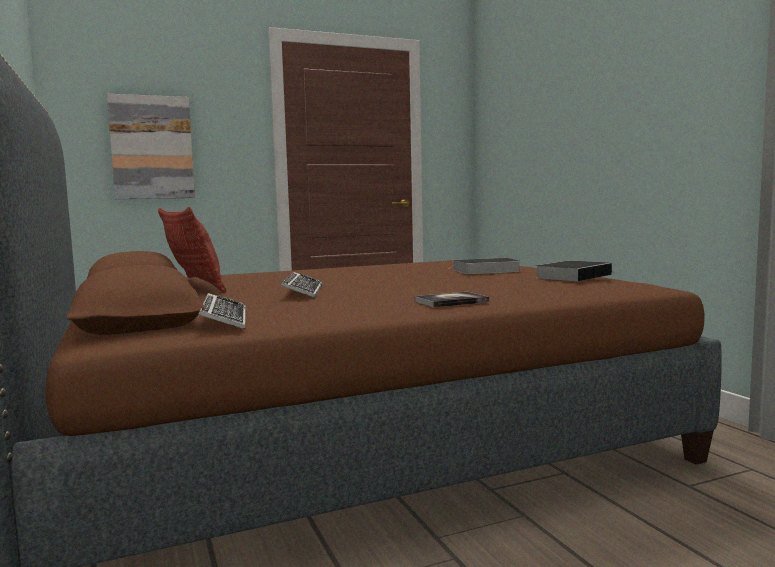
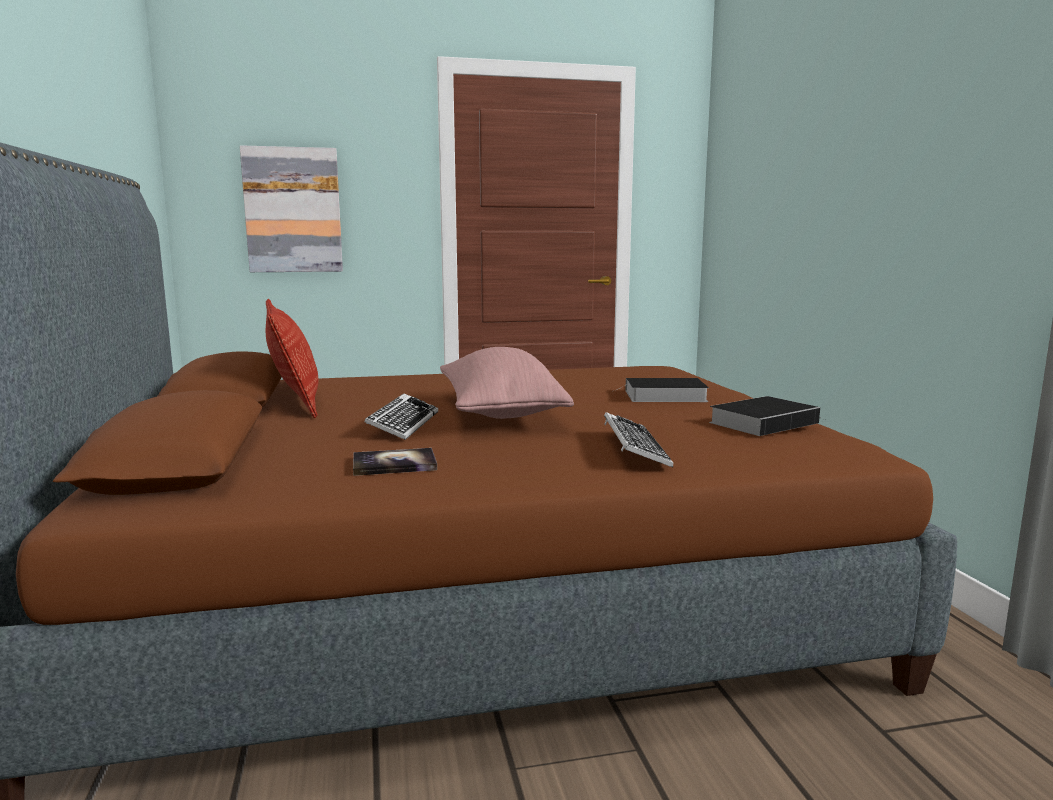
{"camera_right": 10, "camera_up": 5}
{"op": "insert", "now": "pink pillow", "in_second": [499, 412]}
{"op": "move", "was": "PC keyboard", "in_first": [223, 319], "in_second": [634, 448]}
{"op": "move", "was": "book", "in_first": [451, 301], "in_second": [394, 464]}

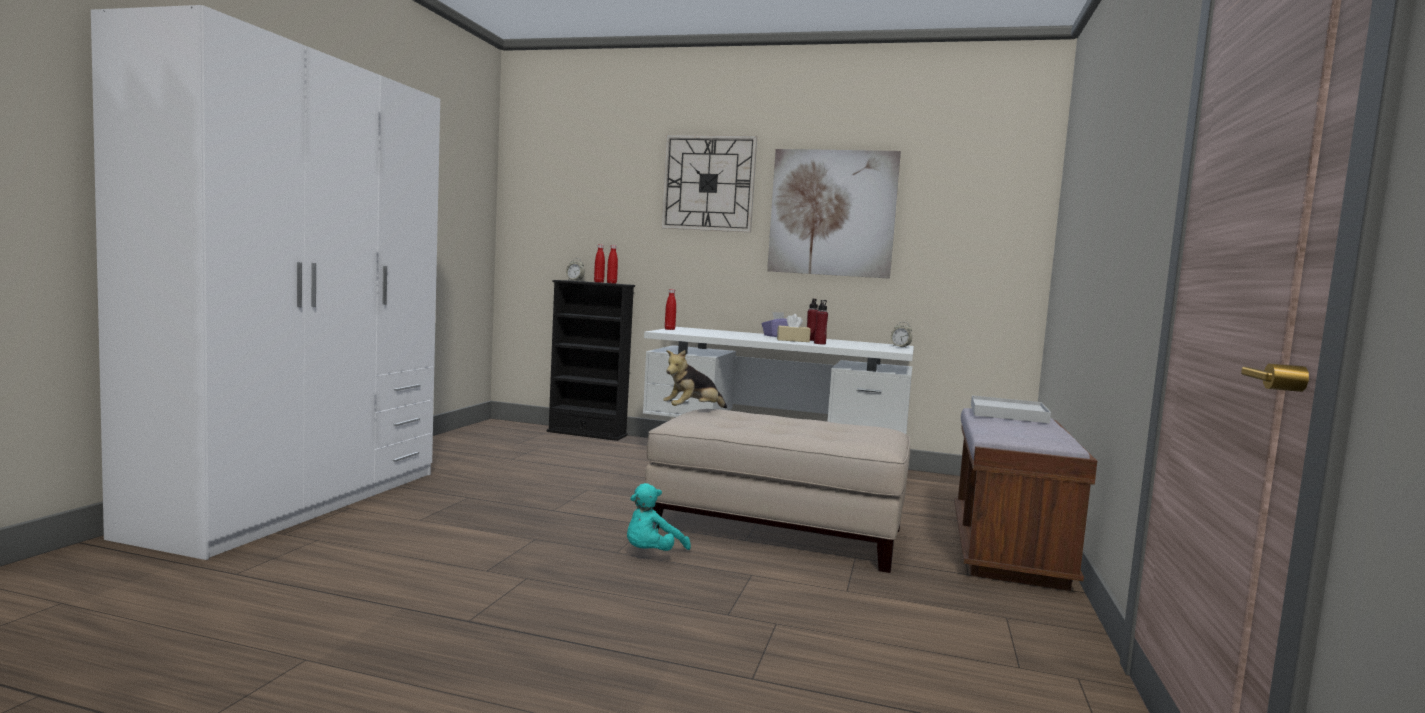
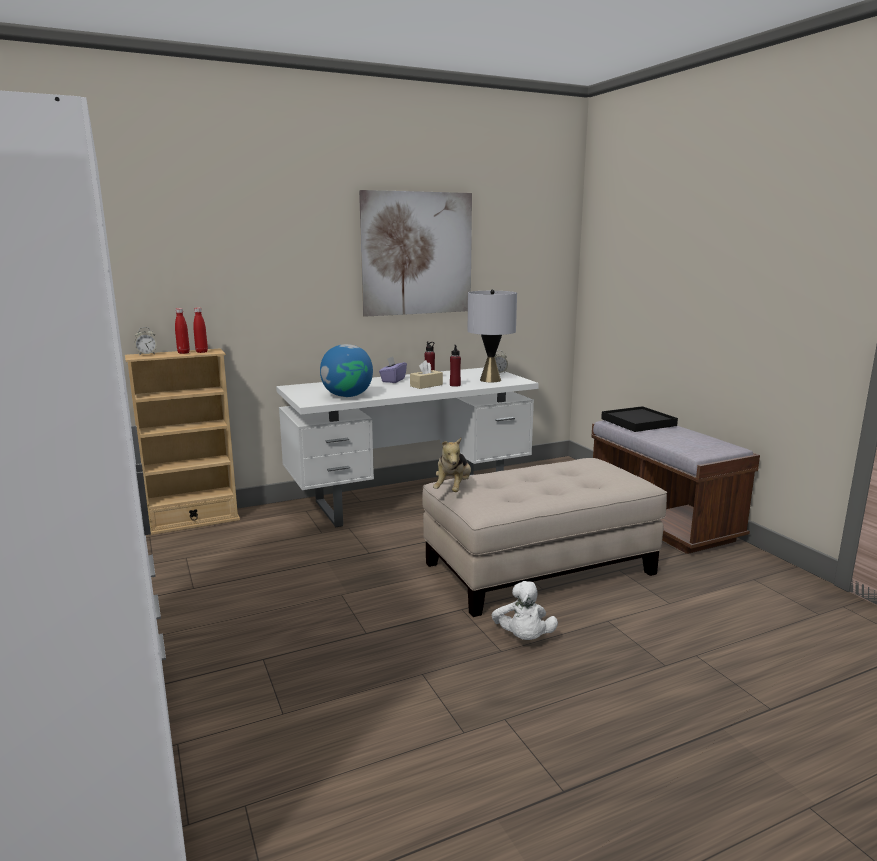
{"camera_right": -40, "camera_up": 10}
{"op": "delete", "was": "clock on the wall", "in_first": [708, 183]}
{"op": "delete", "was": "red beverage bottle", "in_first": [669, 329]}
{"op": "insert", "now": "globe", "in_second": [347, 396]}
{"op": "insert", "now": "grey tabletop lamp", "in_second": [490, 380]}
{"op": "recolor", "was": "blackish shelving unit", "now": "beige-coloured shelving unit", "in_first": [587, 433], "in_second": [193, 522]}
{"op": "recolor", "was": "turquoise soft toy", "now": "white soft toy", "in_first": [651, 554], "in_second": [523, 638]}
{"op": "recolor", "was": "white serving tray", "now": "blackish serving tray", "in_first": [1008, 414], "in_second": [638, 422]}

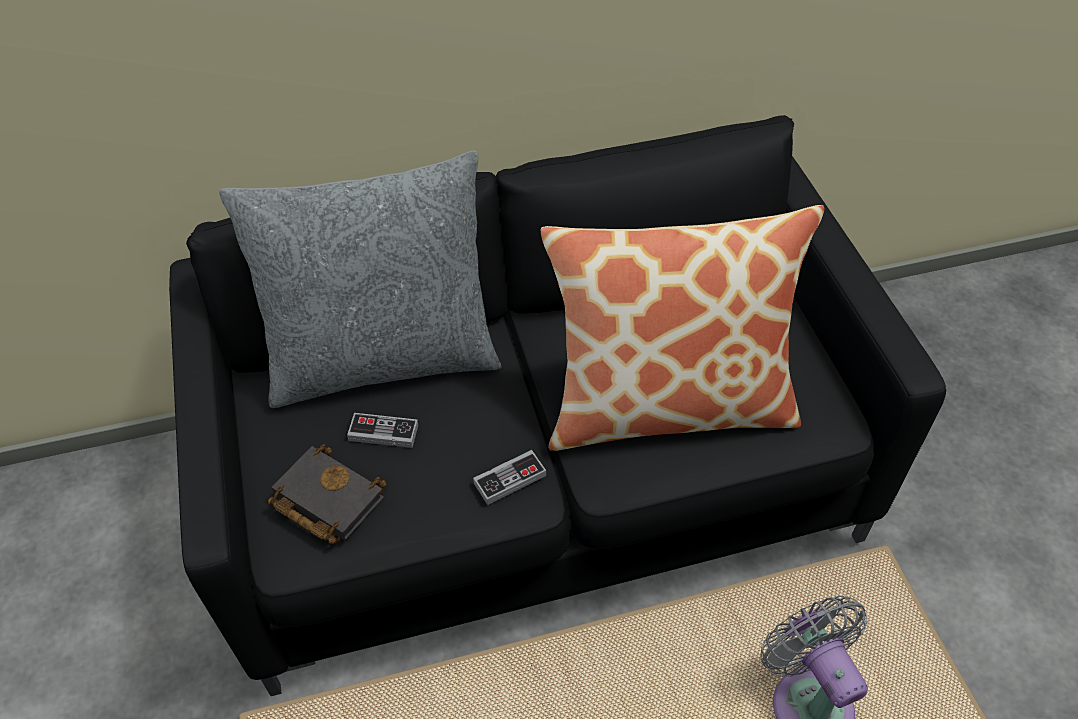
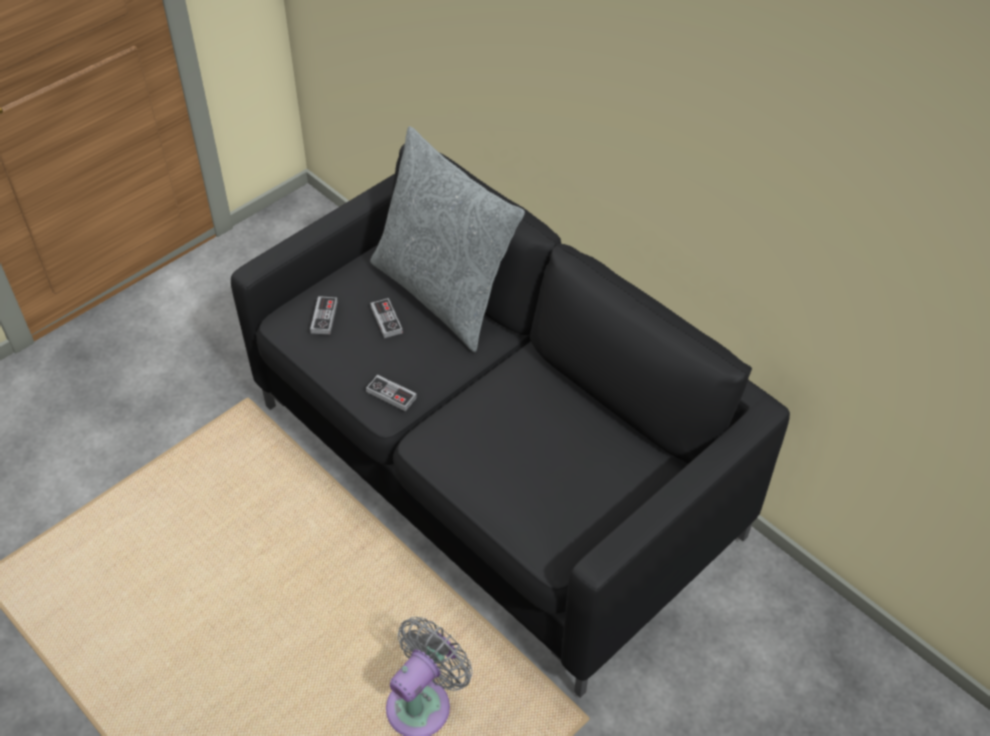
{"camera_right": 60, "camera_up": 0}
{"op": "delete", "was": "pillow", "in_first": [667, 405]}
{"op": "replace", "was": "blackish book", "now": "joypad", "in_first": [324, 500], "in_second": [324, 317]}

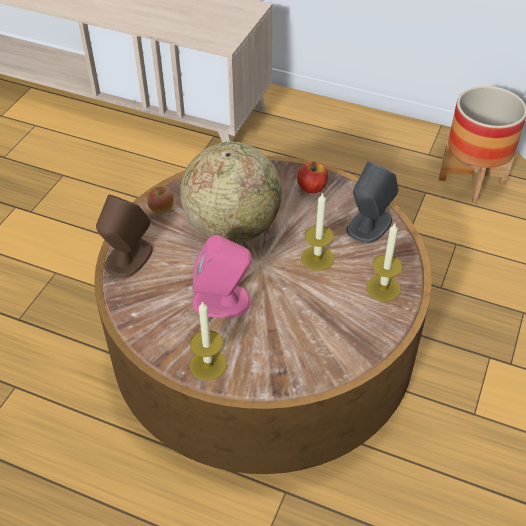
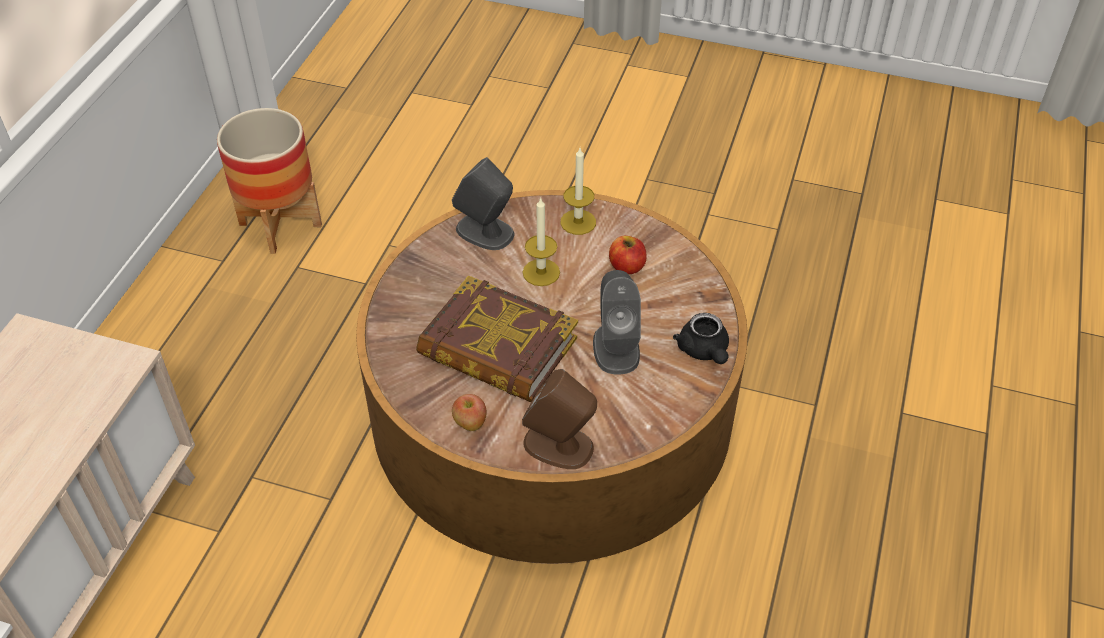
{"camera_right": -95, "camera_up": 0}
{"op": "move", "was": "apple", "in_first": [312, 187], "in_second": [627, 266]}
{"op": "replace", "was": "globe", "now": "book", "in_first": [233, 227], "in_second": [497, 348]}
{"op": "replace", "was": "wax candle", "now": "blackish teapot", "in_first": [208, 364], "in_second": [704, 351]}
{"op": "recolor", "was": "pink audio speaker", "now": "grey audio speaker", "in_first": [222, 301], "in_second": [616, 348]}

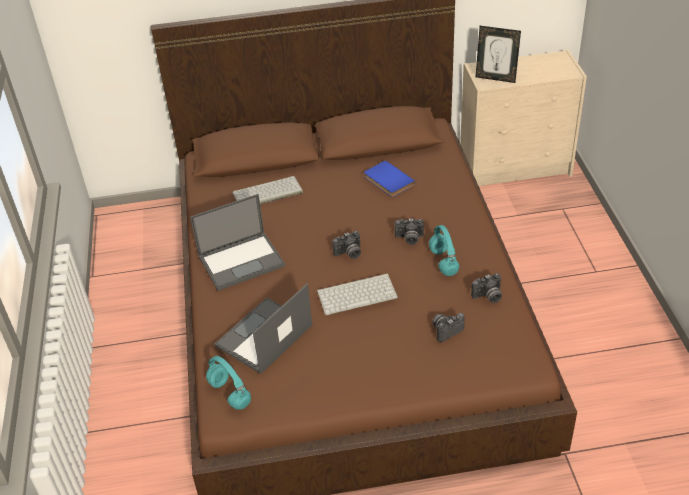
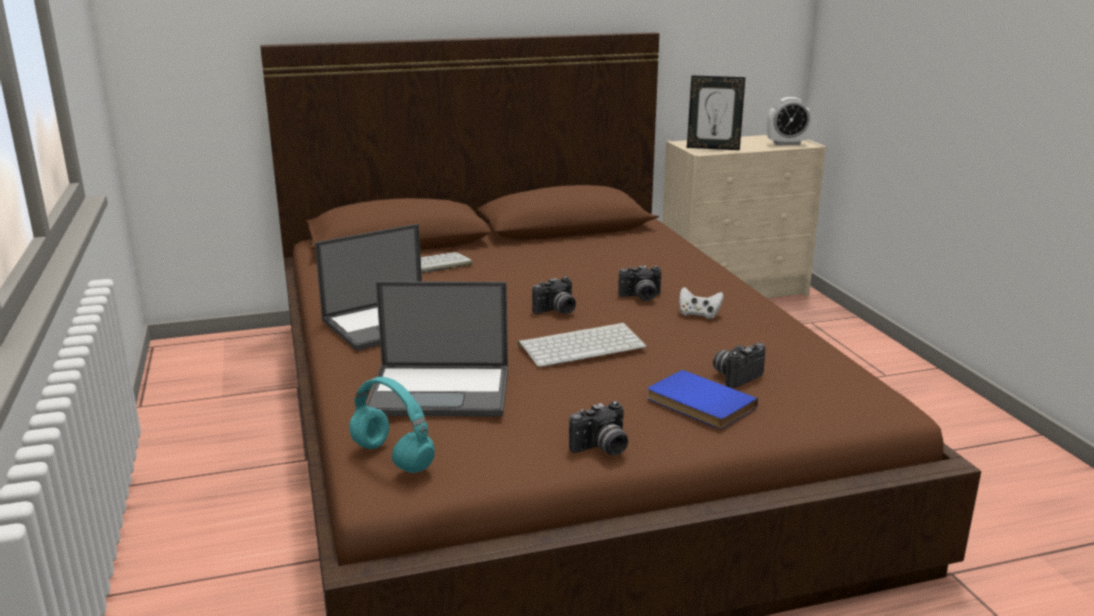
{"camera_right": -10, "camera_up": -20}
{"op": "insert", "now": "alarm clock", "in_second": [786, 143]}
{"op": "move", "was": "blue-coloured book", "in_first": [387, 181], "in_second": [698, 404]}
{"op": "move", "was": "photo camera", "in_first": [488, 297], "in_second": [602, 449]}
{"op": "replace", "was": "turquoise pair of headphones", "now": "white joypad", "in_first": [442, 261], "in_second": [699, 315]}
{"op": "rotate", "was": "portable computer", "in_first": [263, 336], "in_second": [442, 391], "clockwise": -120}

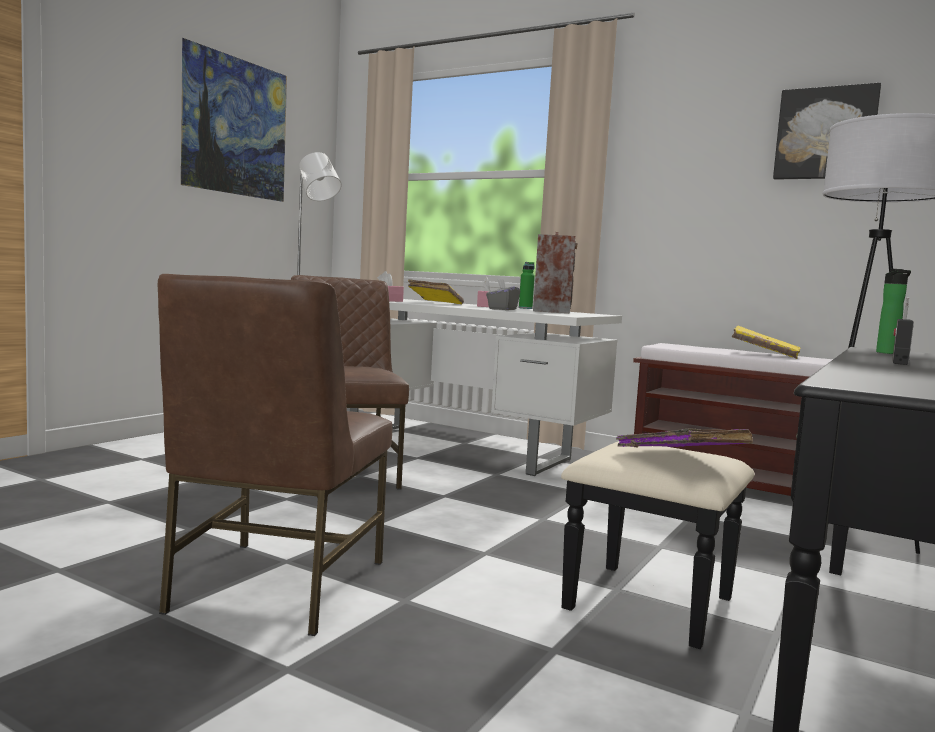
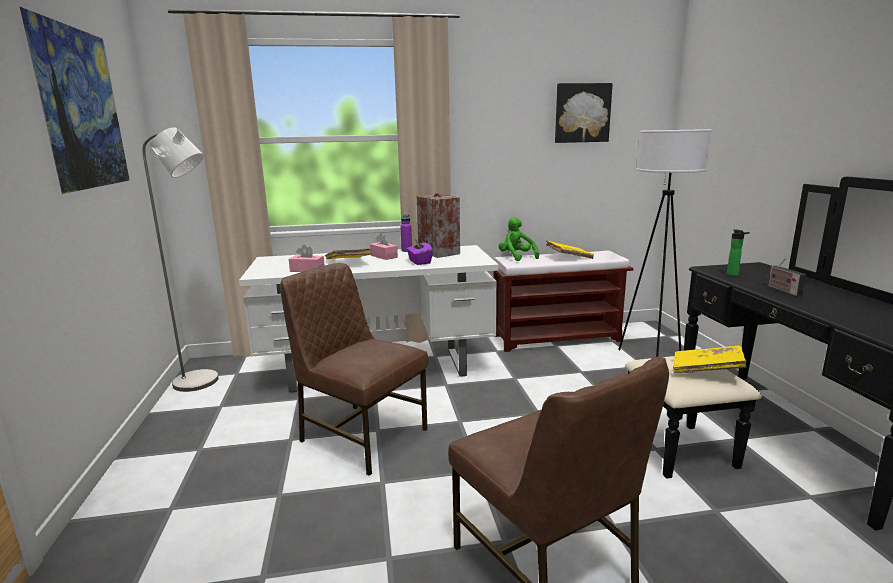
{"camera_right": -40, "camera_up": 10}
{"op": "insert", "now": "greenish soft toy", "in_second": [516, 257]}
{"op": "recolor", "was": "grey tissue holder", "now": "purple-coloured tissue holder", "in_first": [502, 309], "in_second": [419, 262]}
{"op": "recolor", "was": "greenish beverage bottle", "now": "purple-coloured beverage bottle", "in_first": [525, 308], "in_second": [406, 250]}
{"op": "recolor", "was": "purple-coloured book", "now": "yellowish book", "in_first": [680, 460], "in_second": [706, 370]}

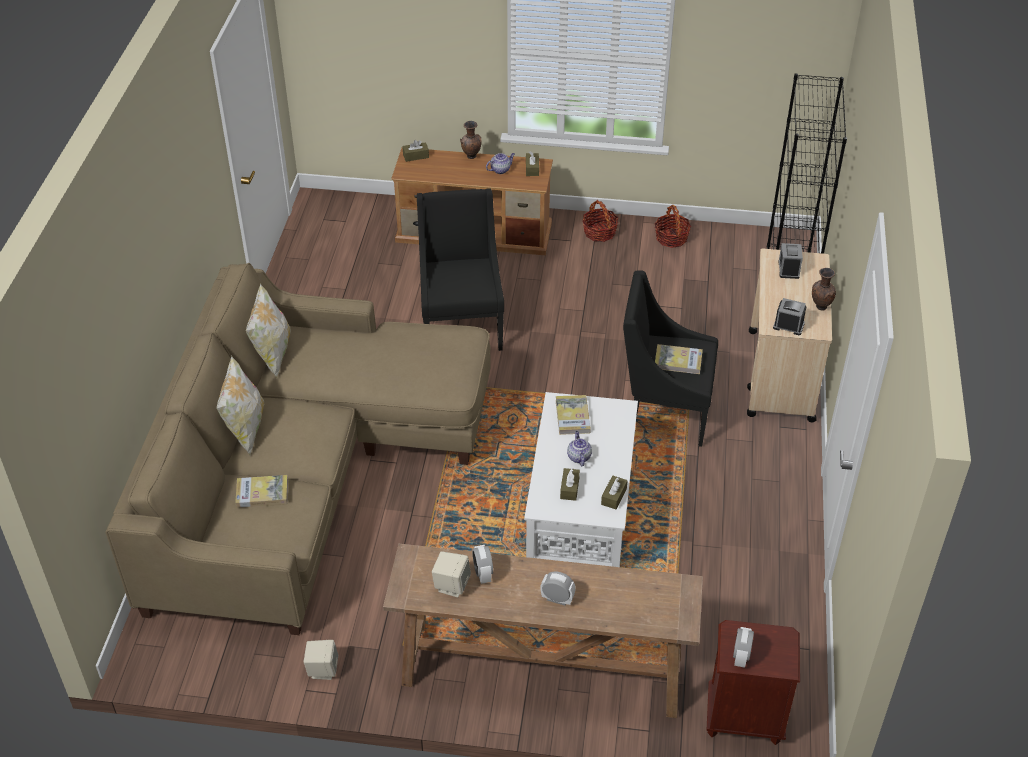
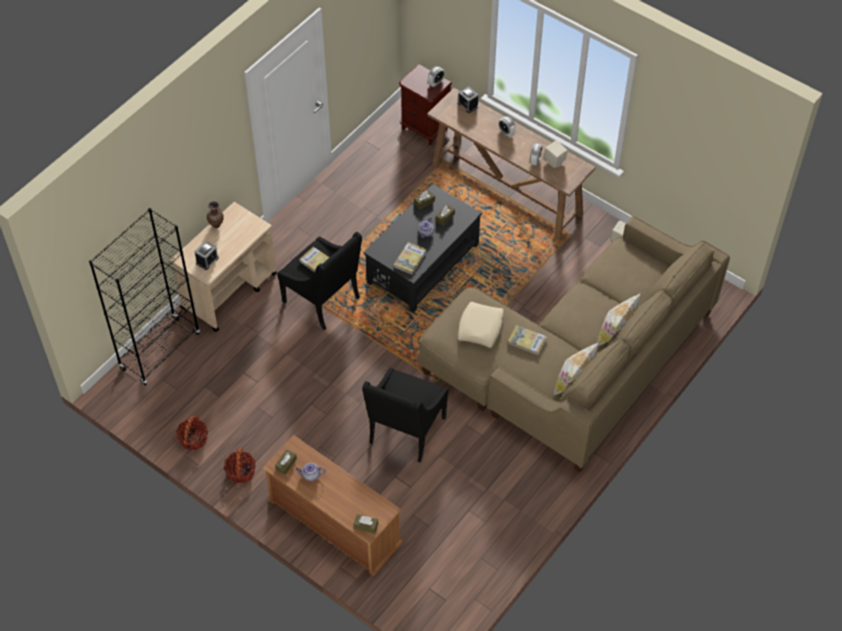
{"camera_right": -150, "camera_up": 10}
{"op": "delete", "was": "brownish decorative vase", "in_first": [471, 157]}
{"op": "insert", "now": "beige-coloured pillow", "in_second": [480, 327]}
{"op": "move", "was": "book", "in_first": [262, 493], "in_second": [527, 341]}
{"op": "move", "was": "alarm clock", "in_first": [788, 325], "in_second": [468, 105]}
{"op": "recolor", "was": "white lounge table", "now": "blackish lounge table", "in_first": [581, 508], "in_second": [422, 264]}

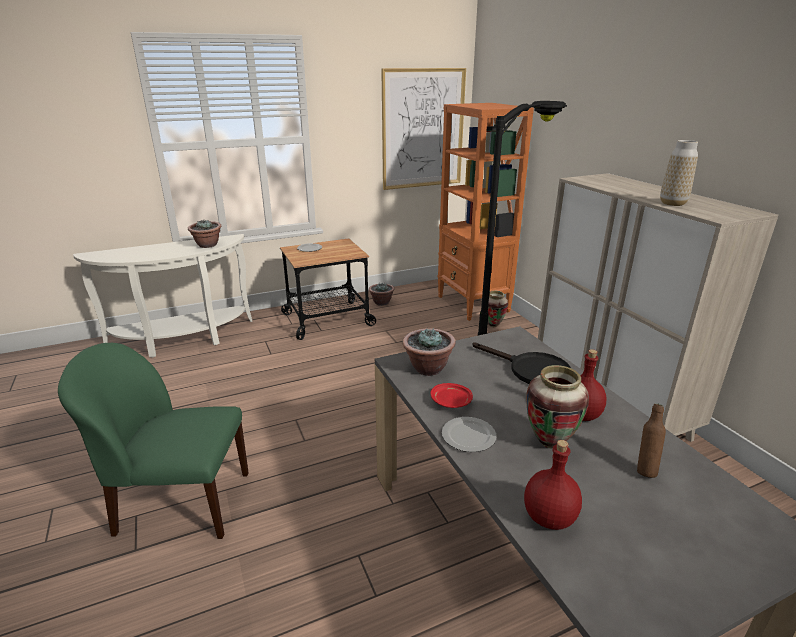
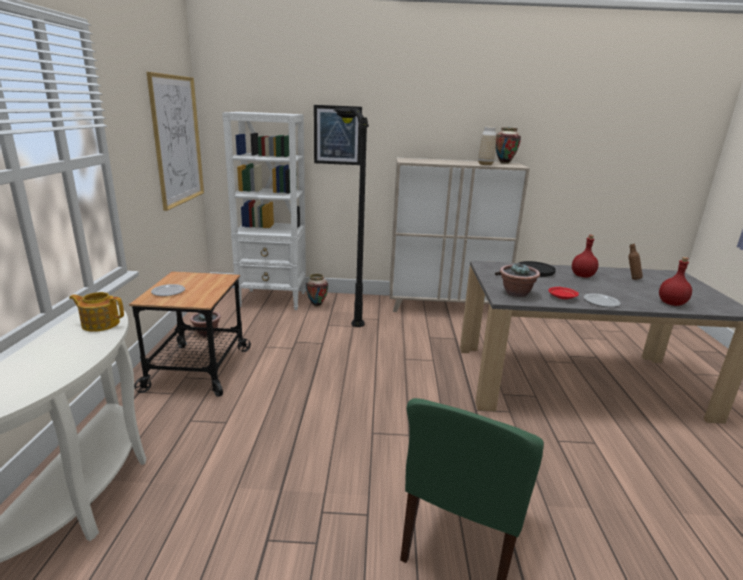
{"camera_right": -65, "camera_up": -5}
{"op": "insert", "now": "wall picture", "in_second": [337, 135]}
{"op": "move", "was": "decorative vase", "in_first": [549, 442], "in_second": [504, 163]}
{"op": "replace", "was": "potted plant", "now": "teapot", "in_first": [207, 245], "in_second": [100, 324]}
{"op": "recolor", "was": "orange shelving unit", "now": "white shelving unit", "in_first": [473, 304], "in_second": [273, 300]}

